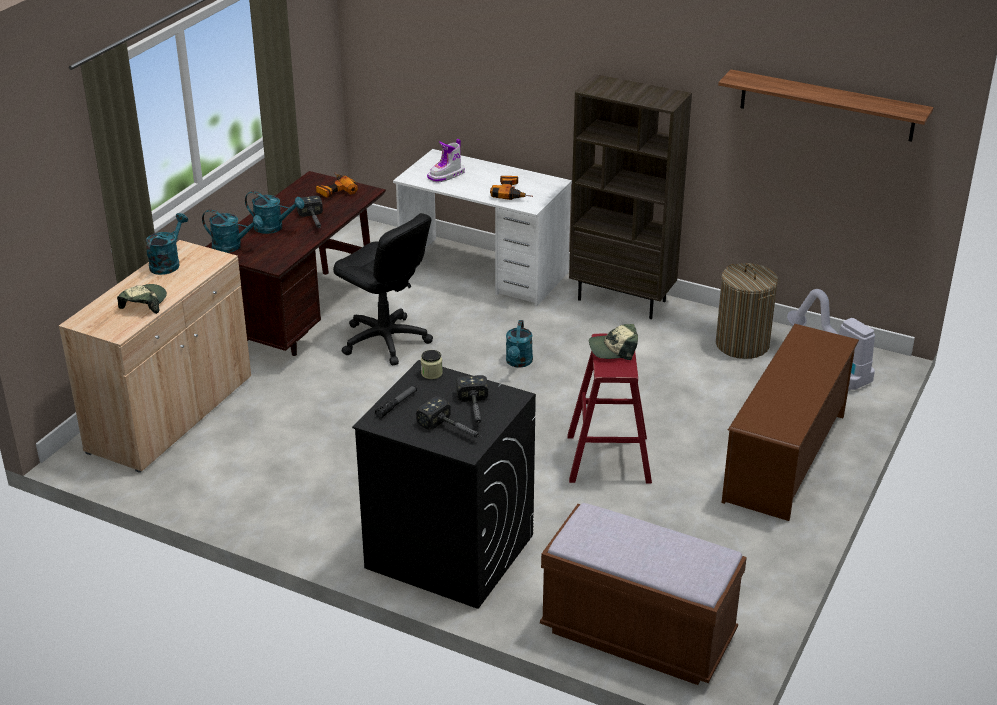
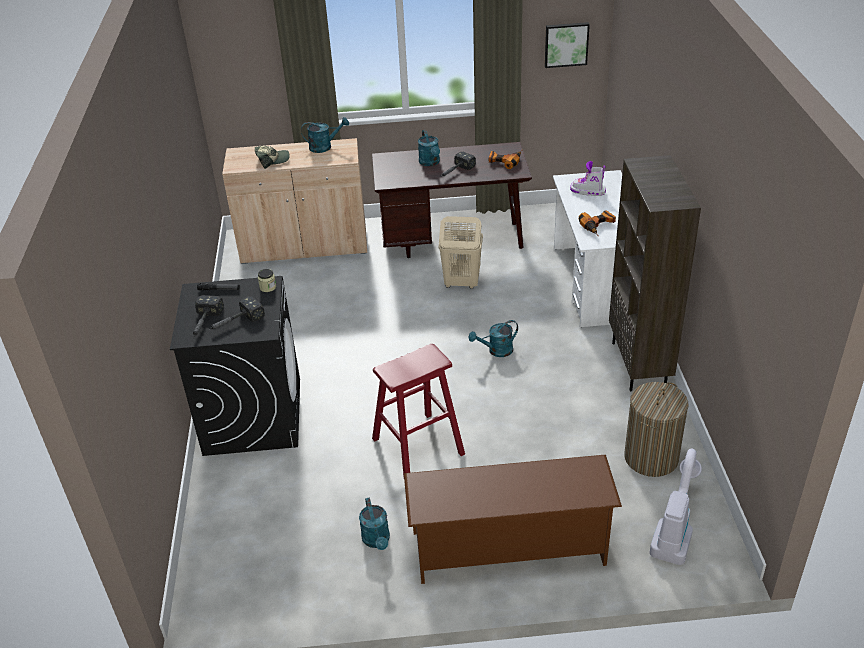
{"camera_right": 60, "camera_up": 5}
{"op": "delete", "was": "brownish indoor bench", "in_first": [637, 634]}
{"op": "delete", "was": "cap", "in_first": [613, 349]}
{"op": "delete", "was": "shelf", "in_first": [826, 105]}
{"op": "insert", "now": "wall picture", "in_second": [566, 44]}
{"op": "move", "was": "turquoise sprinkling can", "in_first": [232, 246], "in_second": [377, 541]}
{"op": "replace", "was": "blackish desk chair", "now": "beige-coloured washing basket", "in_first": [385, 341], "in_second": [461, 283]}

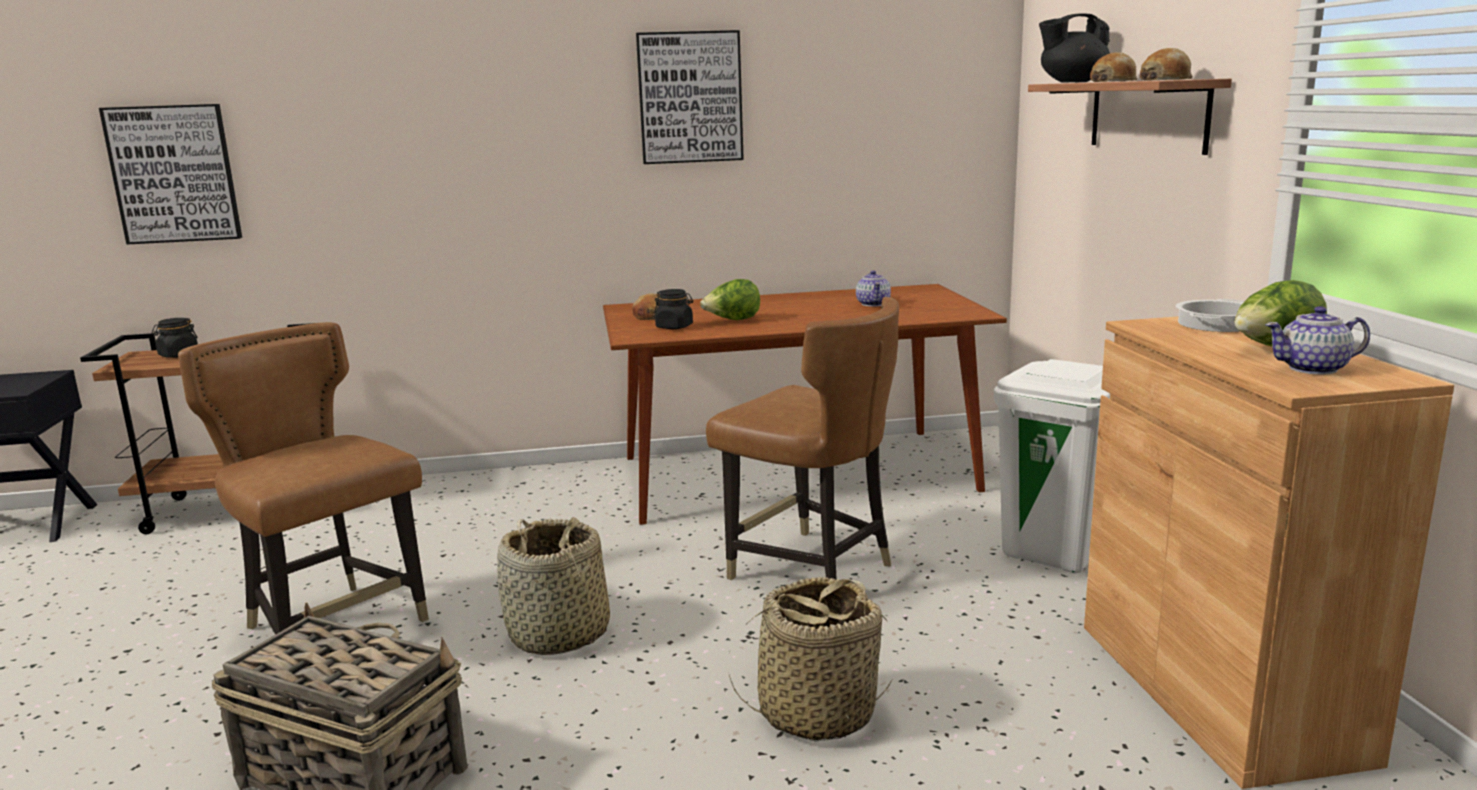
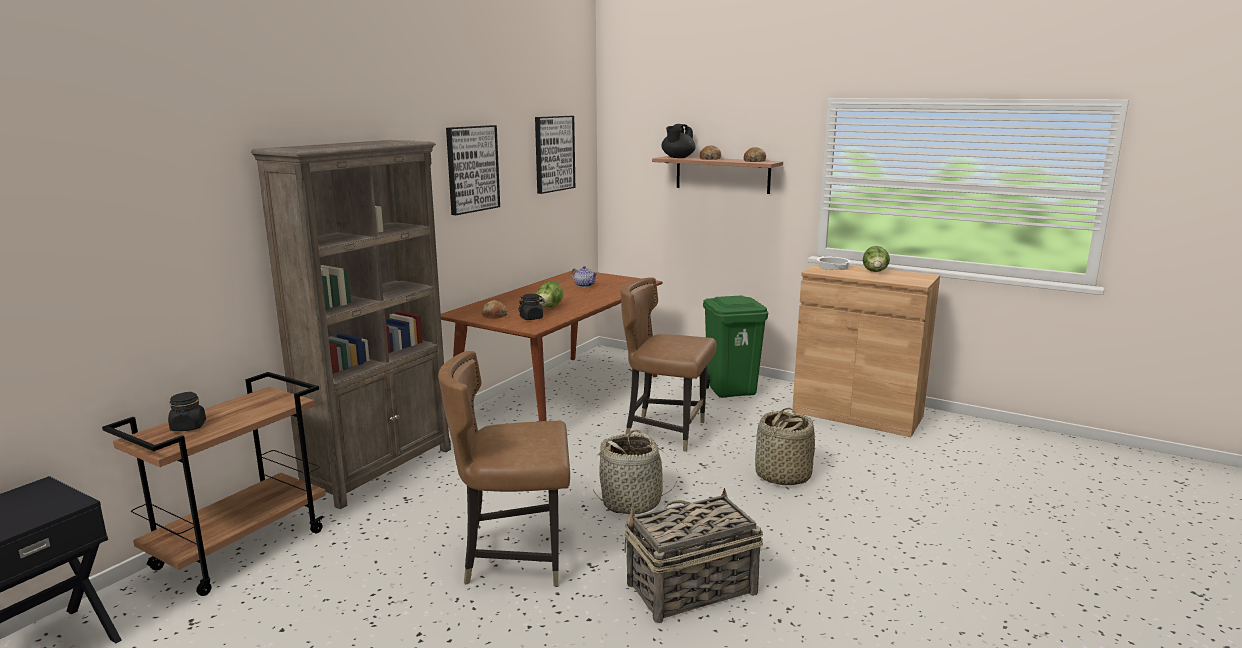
{"camera_right": -50, "camera_up": 0}
{"op": "delete", "was": "teapot", "in_first": [1313, 369]}
{"op": "insert", "now": "brownish shelving unit", "in_second": [381, 469]}
{"op": "move", "was": "wall picture", "in_first": [174, 174], "in_second": [554, 153]}
{"op": "recolor", "was": "white trash can", "now": "greenish trash can", "in_first": [1056, 553], "in_second": [731, 390]}
{"op": "rotate", "was": "brownish plain chair", "in_first": [811, 569], "in_second": [665, 431], "clockwise": -150}

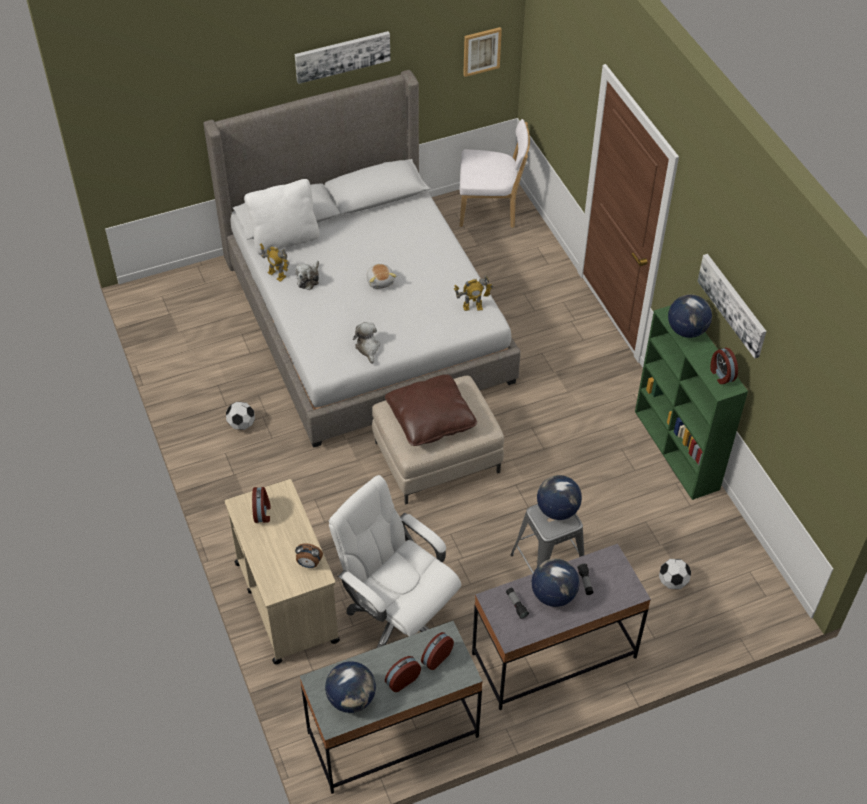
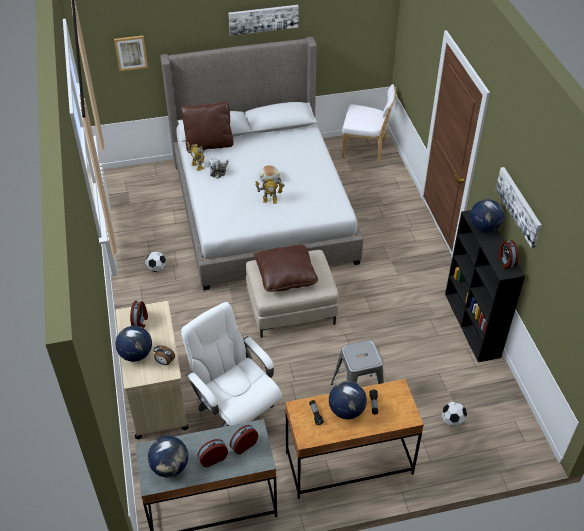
{"camera_right": 10, "camera_up": -5}
{"op": "delete", "was": "soft toy", "in_first": [368, 348]}
{"op": "move", "was": "robot figure", "in_first": [472, 307], "in_second": [270, 200]}
{"op": "move", "was": "wall picture", "in_first": [481, 51], "in_second": [131, 52]}
{"op": "move", "was": "globe", "in_first": [557, 510], "in_second": [136, 354]}
{"op": "recolor", "was": "white pillow", "now": "brownish pillow", "in_first": [285, 240], "in_second": [209, 145]}
{"op": "recolor", "was": "grey desk", "now": "brownish desk", "in_first": [553, 655], "in_second": [348, 463]}
{"op": "recolor", "was": "greenish shelving unit", "now": "blackish shelving unit", "in_first": [677, 450], "in_second": [472, 325]}

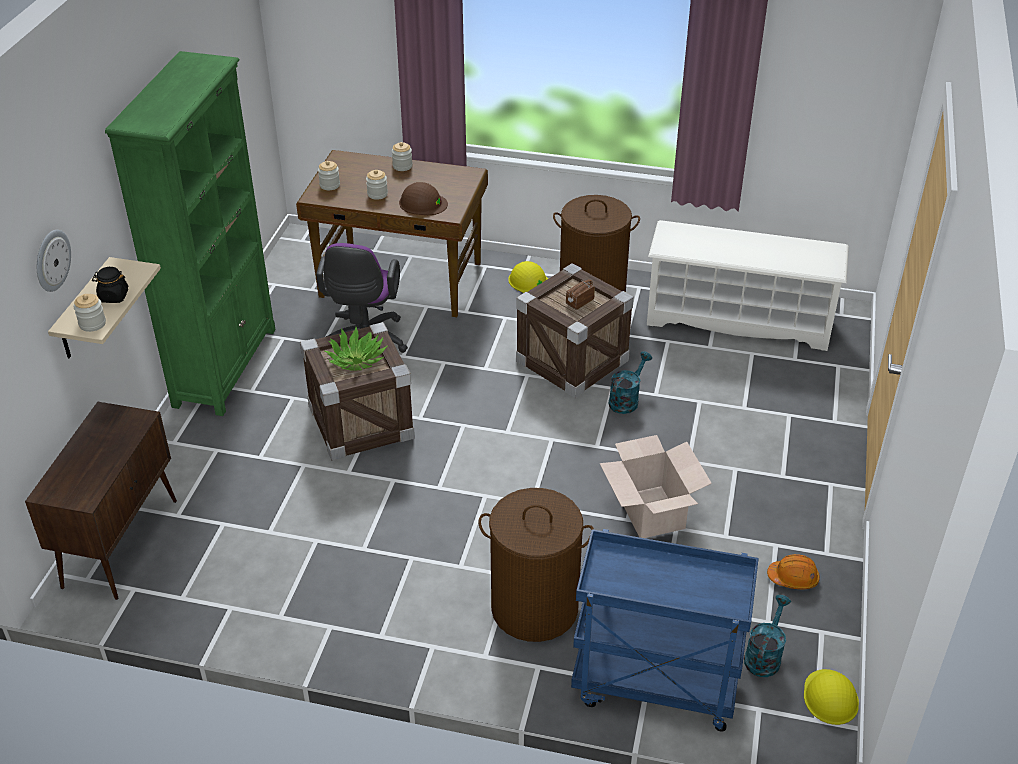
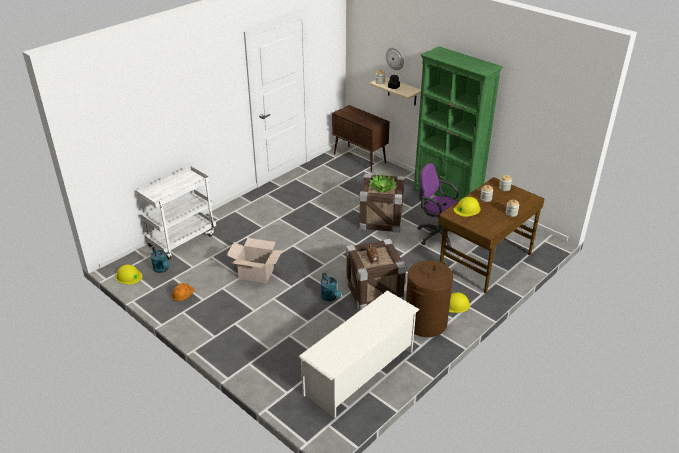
{"camera_right": 120, "camera_up": -5}
{"op": "delete", "was": "brownish washing basket", "in_first": [534, 608]}
{"op": "recolor", "was": "brownish work helmet", "now": "yellowish work helmet", "in_first": [423, 203], "in_second": [467, 209]}
{"op": "recolor", "was": "blue-coloured trolley", "now": "white trolley", "in_first": [653, 686], "in_second": [182, 239]}

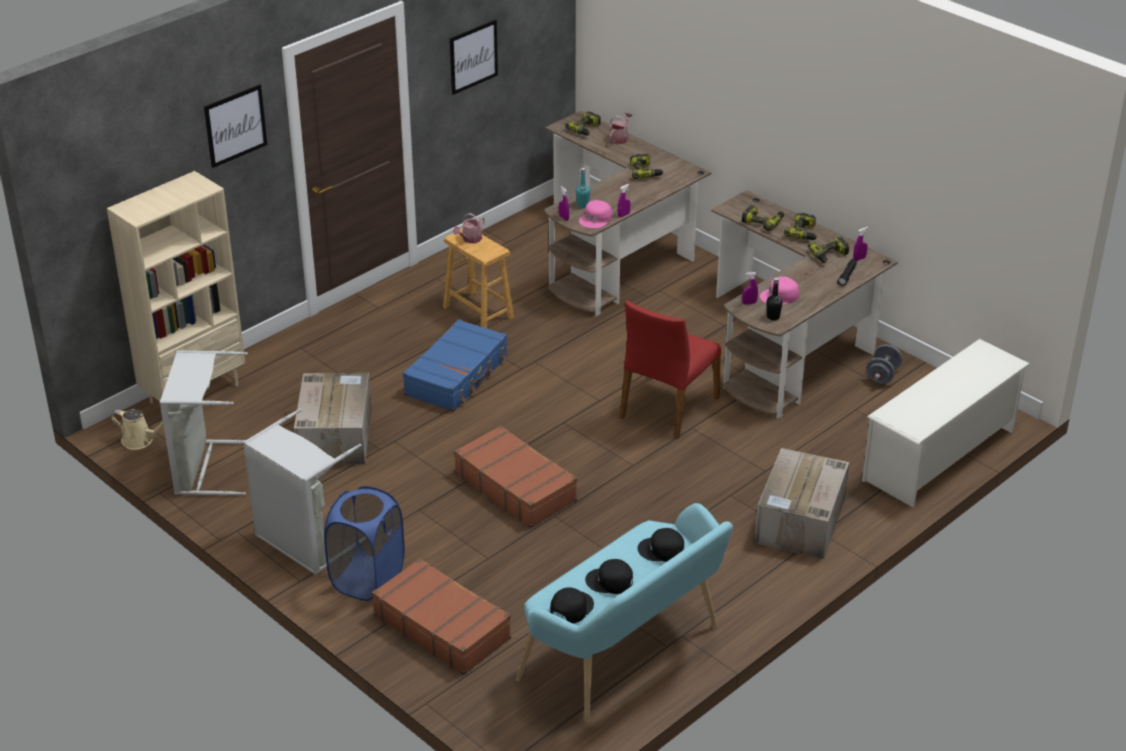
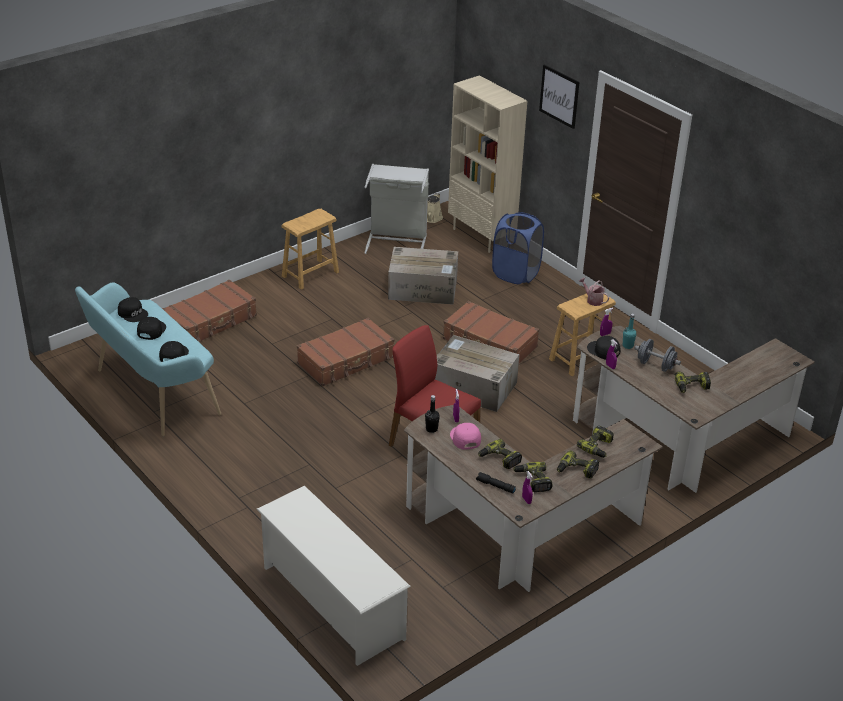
{"camera_right": 95, "camera_up": 0}
{"op": "delete", "was": "wall picture", "in_first": [473, 56]}
{"op": "delete", "was": "sprinkling can", "in_first": [619, 138]}
{"op": "move", "was": "blue-coloured washing basket", "in_first": [367, 579], "in_second": [516, 274]}
{"op": "move", "was": "drill", "in_first": [585, 129], "in_second": [499, 459]}
{"op": "move", "was": "packing box", "in_first": [800, 522], "in_second": [472, 386]}
{"op": "move", "was": "grey free weight", "in_first": [882, 375], "in_second": [655, 365]}
{"op": "replace", "was": "grey washing basket", "now": "brownish sitting stool", "in_first": [303, 543], "in_second": [310, 274]}
{"op": "recolor", "was": "blue-coloured travel case", "now": "brownish travel case", "in_first": [457, 376], "in_second": [489, 343]}
{"op": "recolor", "was": "pink cap", "now": "blackish cap", "in_first": [596, 219], "in_second": [603, 351]}

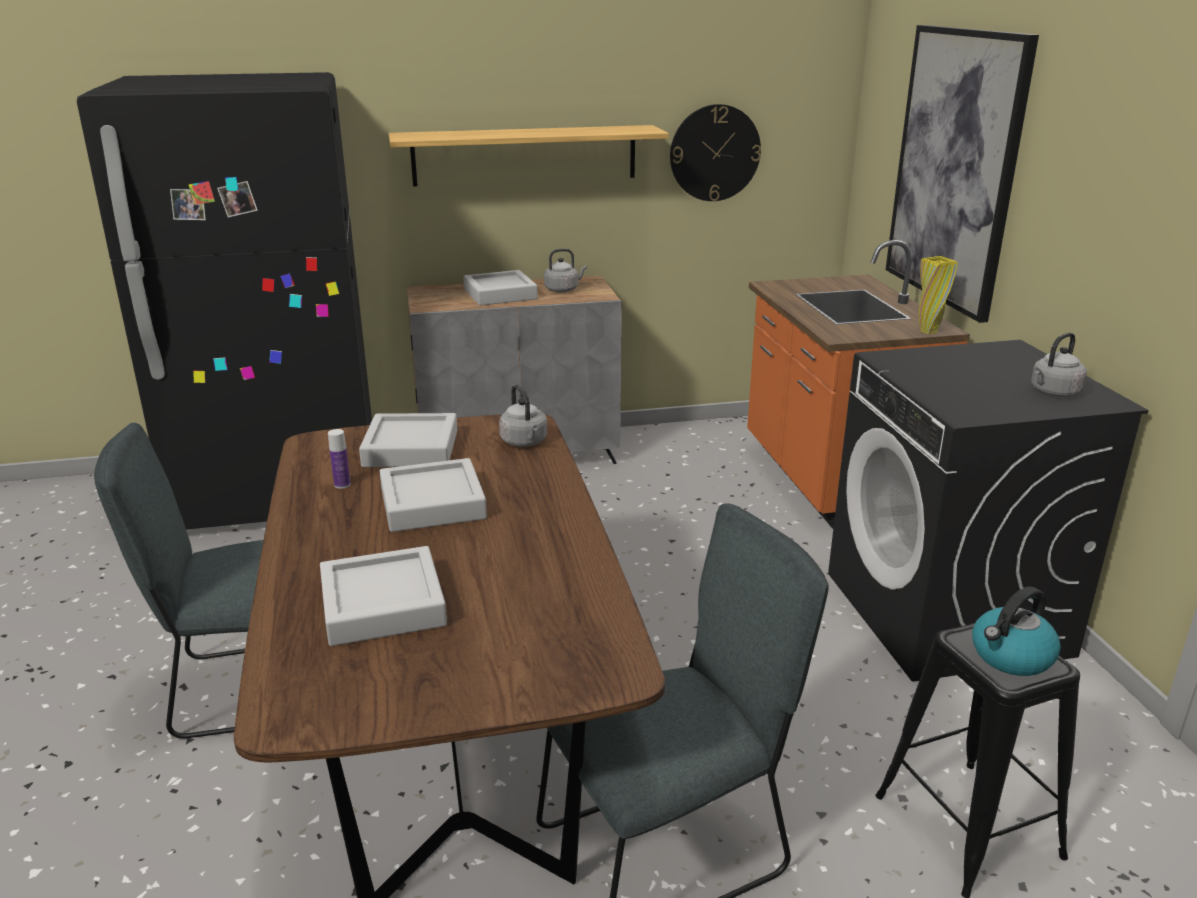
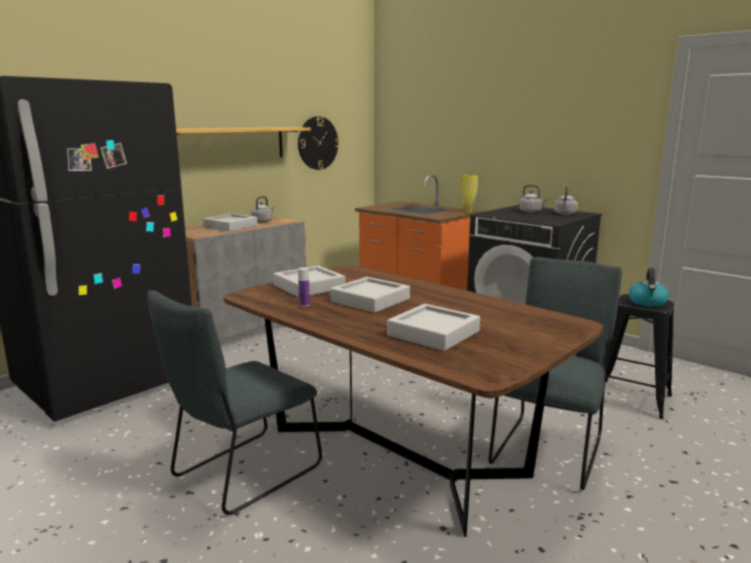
{"camera_right": -35, "camera_up": -10}
{"op": "delete", "was": "wall picture", "in_first": [955, 169]}
{"op": "move", "was": "grey water kettle", "in_first": [525, 442], "in_second": [531, 212]}

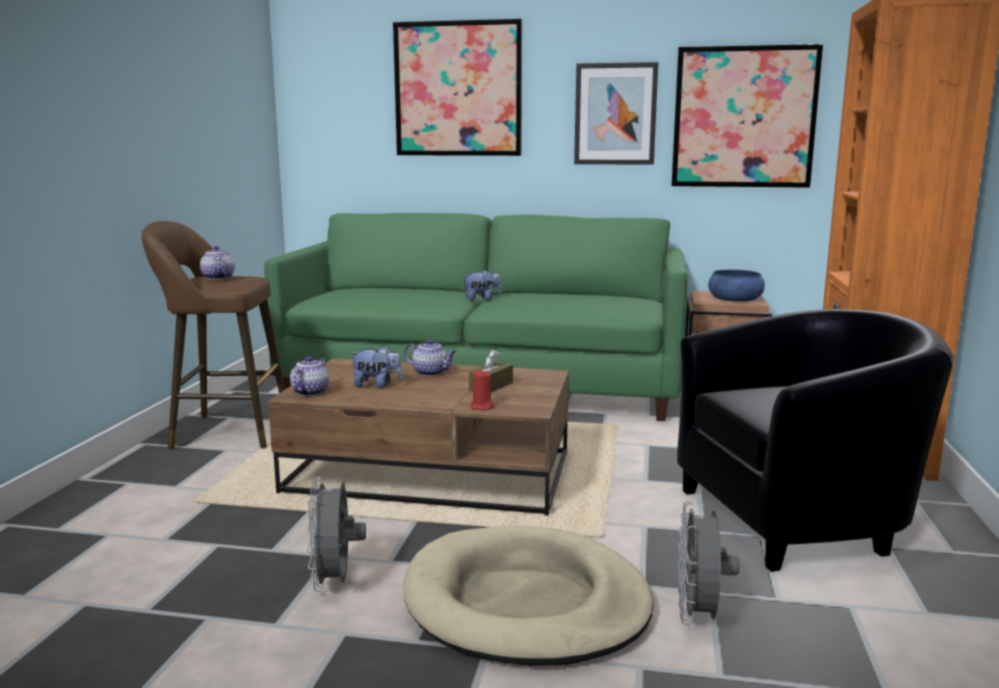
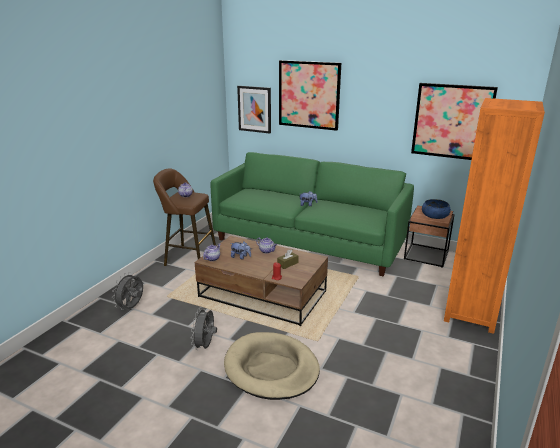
{"camera_right": 15, "camera_up": 10}
{"op": "delete", "was": "blackish easy chair", "in_first": [799, 518]}
{"op": "move", "was": "wall picture", "in_first": [615, 114], "in_second": [254, 109]}
{"op": "move", "was": "grey cooling fan", "in_first": [699, 616], "in_second": [131, 307]}

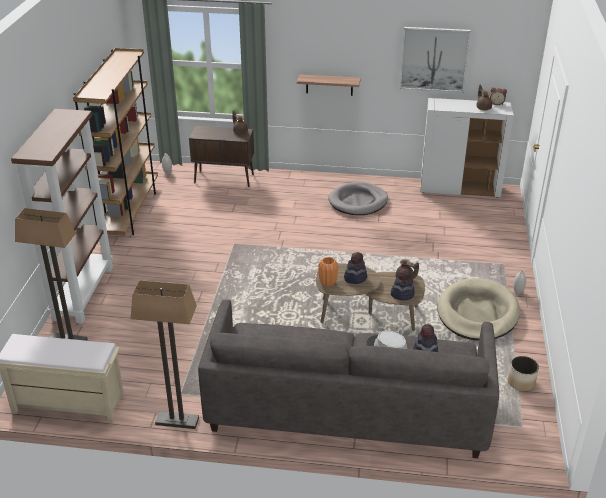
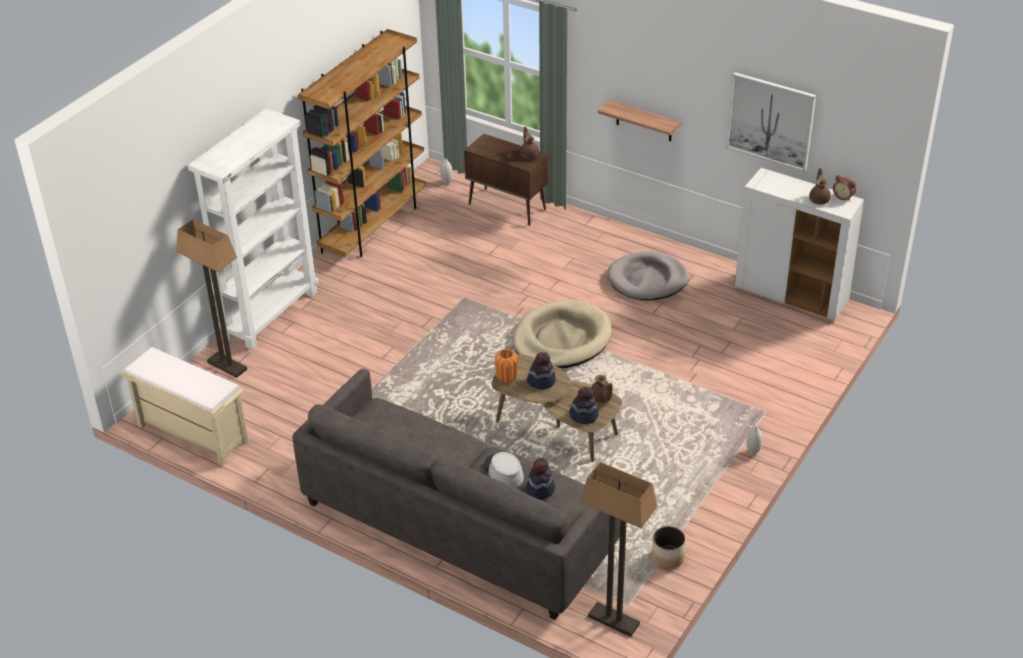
{"camera_right": 25, "camera_up": 5}
{"op": "move", "was": "floor lamp", "in_first": [177, 421], "in_second": [613, 620]}
{"op": "move", "was": "beige-coloured dog cushion", "in_first": [477, 313], "in_second": [561, 339]}
{"op": "recolor", "was": "brownish shelving unit", "now": "white shelving unit", "in_first": [83, 292], "in_second": [271, 314]}

